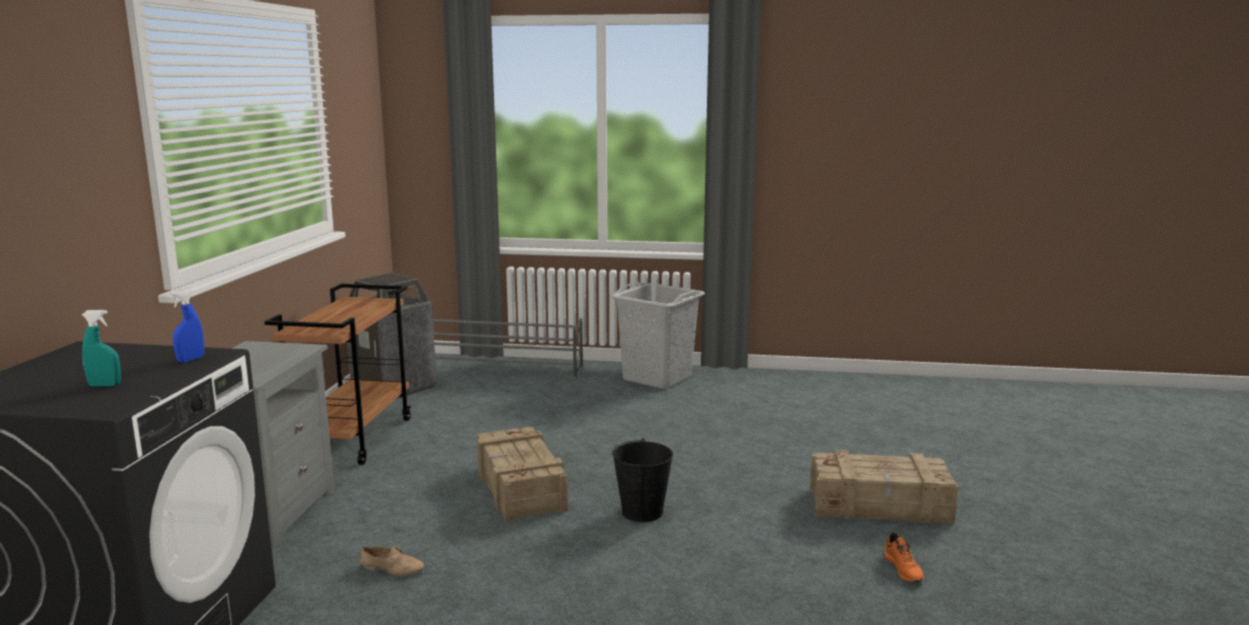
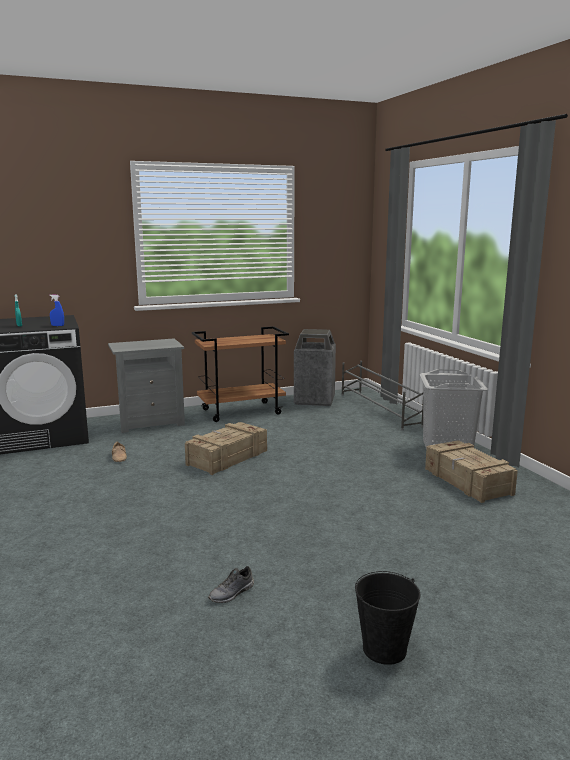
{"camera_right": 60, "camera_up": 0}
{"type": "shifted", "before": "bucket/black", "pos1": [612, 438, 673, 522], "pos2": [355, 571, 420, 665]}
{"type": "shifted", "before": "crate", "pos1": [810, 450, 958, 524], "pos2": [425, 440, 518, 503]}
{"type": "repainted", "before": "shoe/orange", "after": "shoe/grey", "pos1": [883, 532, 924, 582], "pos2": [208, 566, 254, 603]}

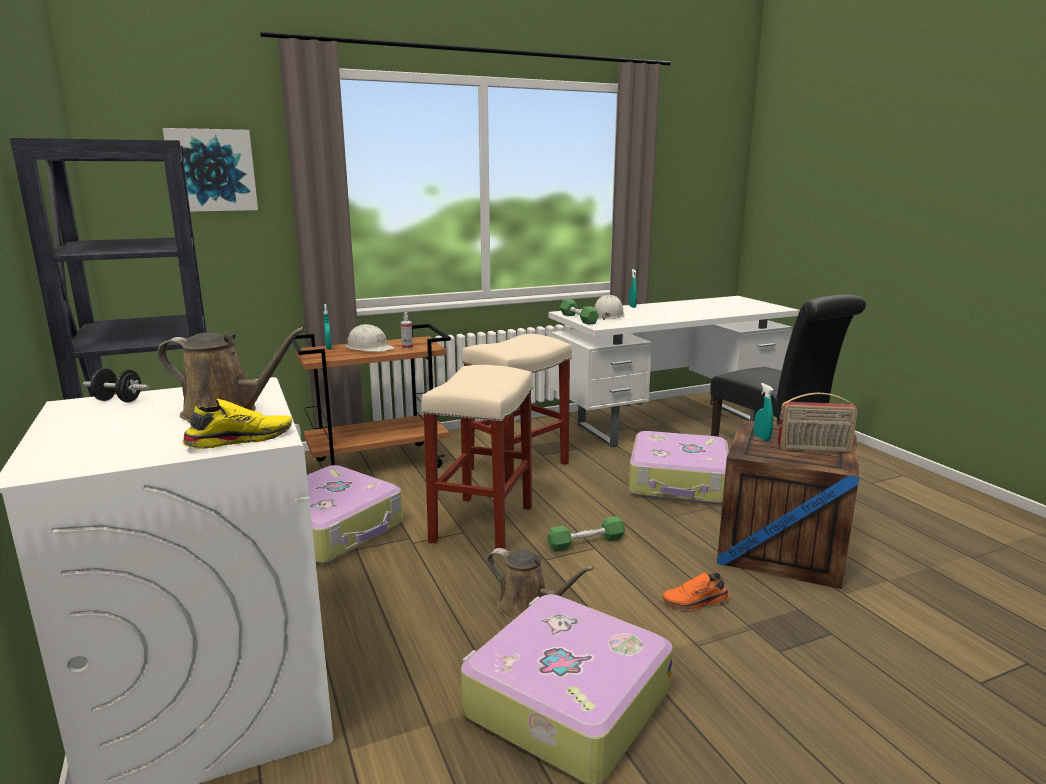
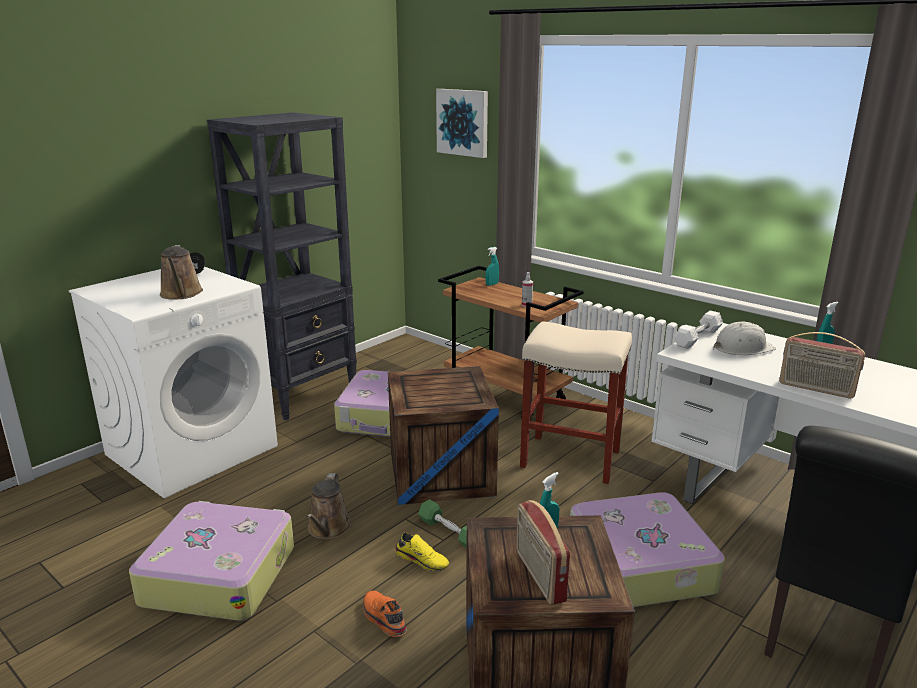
{"camera_right": 65, "camera_up": 5}
{"type": "repainted", "before": "dumbbell/green", "after": "dumbbell/white", "pos1": [560, 299, 599, 325], "pos2": [674, 311, 723, 349]}
{"type": "gone", "before": "hard hat/white", "pos1": [346, 324, 395, 352]}
{"type": "swapped", "before": "stool/beige", "after": "crate", "pos1": [421, 365, 533, 549], "pos2": [388, 366, 499, 505]}
{"type": "shifted", "before": "shoe/yellow", "pos1": [182, 399, 292, 449], "pos2": [395, 533, 449, 572]}
{"type": "new", "after": "radio", "pos2": [779, 332, 865, 399]}

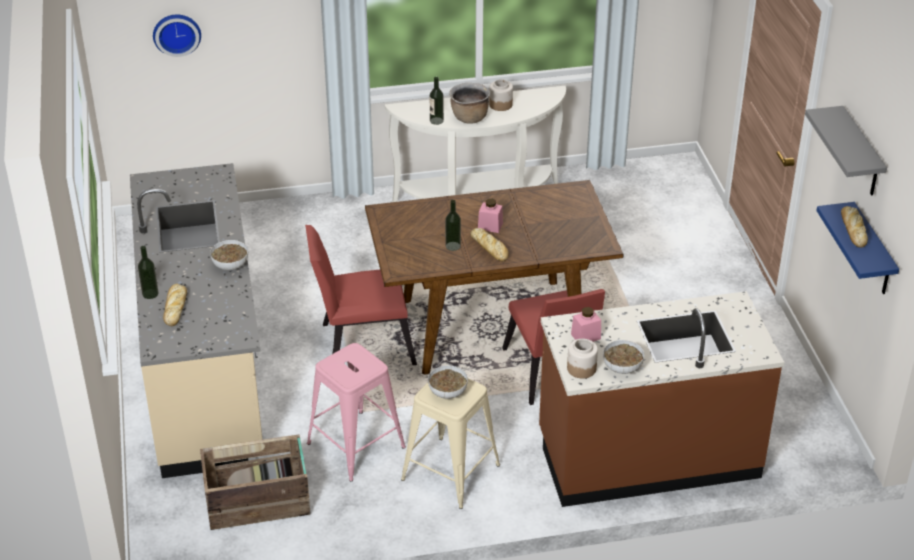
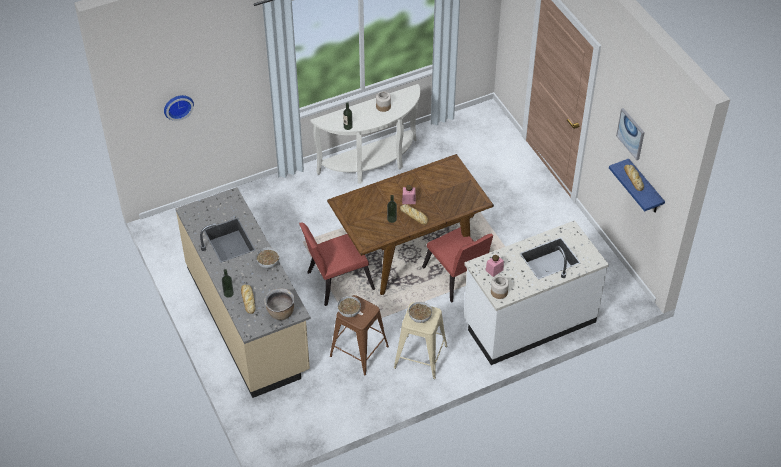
{"camera_right": -15, "camera_up": 10}
{"type": "shifted", "before": "cooking pot/brown", "pos1": [449, 83, 490, 124], "pos2": [264, 288, 294, 320]}
{"type": "swapped", "before": "shelf/grey", "after": "picture", "pos1": [805, 106, 887, 195], "pos2": [616, 108, 645, 160]}
{"type": "repainted", "before": "counter/brown", "after": "counter/white", "pos1": [539, 291, 784, 507], "pos2": [464, 220, 609, 365]}
{"type": "shifted", "before": "bowl", "pos1": [603, 340, 644, 374], "pos2": [338, 296, 361, 317]}
{"type": "repainted", "before": "stool/pink", "after": "stool/brown", "pos1": [307, 343, 406, 481], "pos2": [330, 295, 389, 376]}
{"type": "gone", "before": "crate", "pos1": [200, 434, 311, 530]}

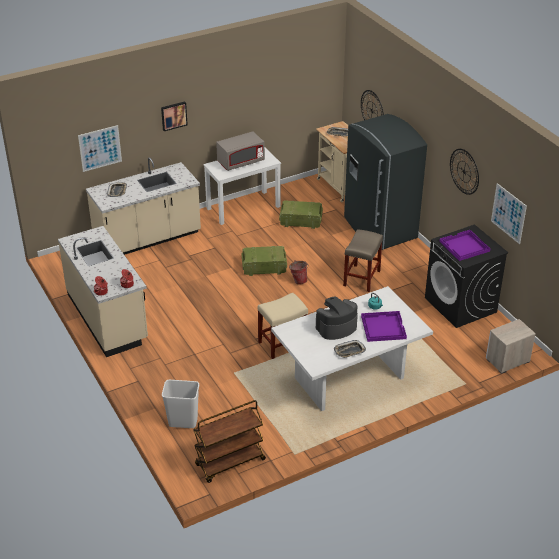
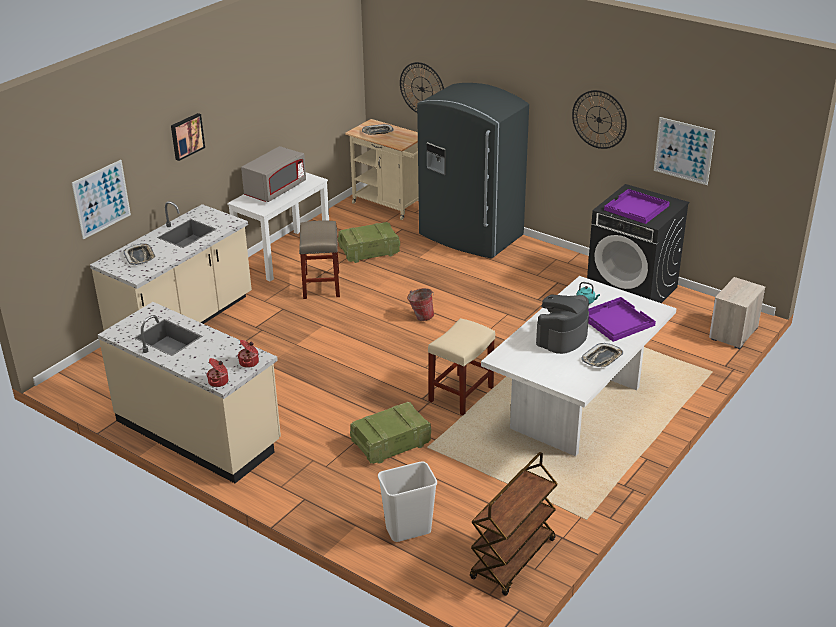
{"camera_right": -25, "camera_up": -5}
{"type": "shifted", "before": "stool/beige", "pos1": [343, 229, 383, 292], "pos2": [299, 220, 340, 299]}
{"type": "shifted", "before": "crate", "pos1": [242, 246, 287, 276], "pos2": [350, 402, 431, 464]}

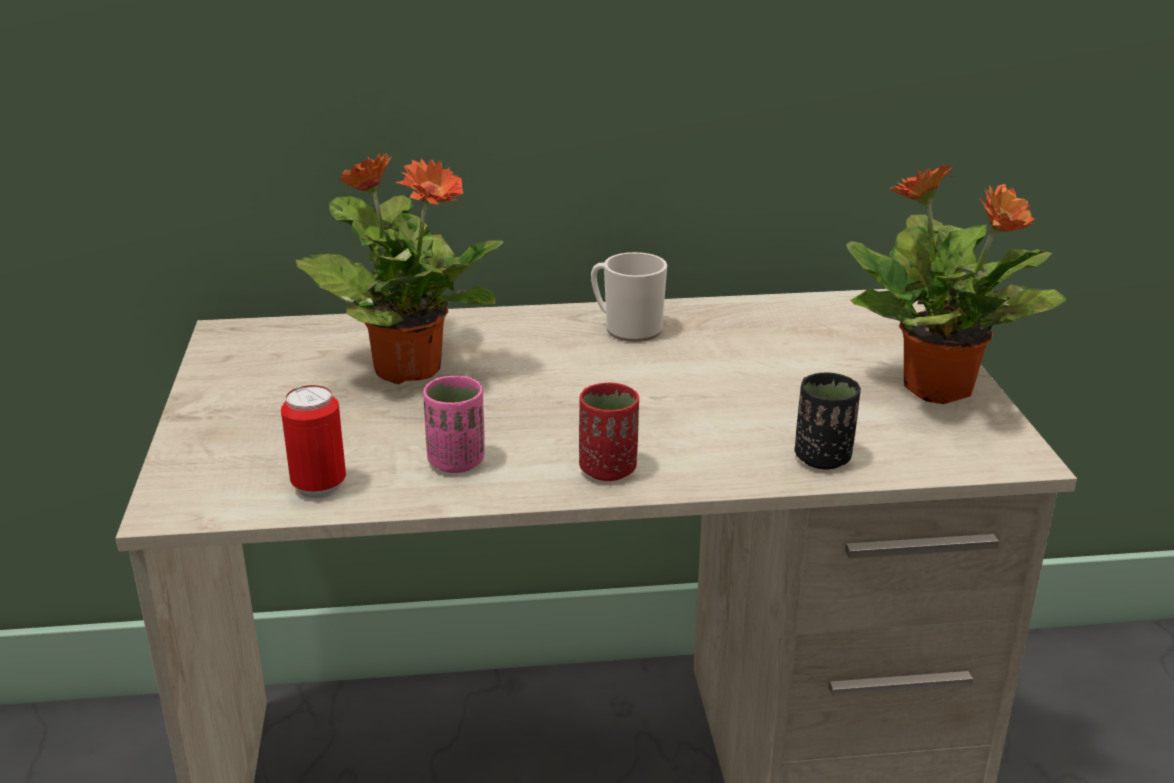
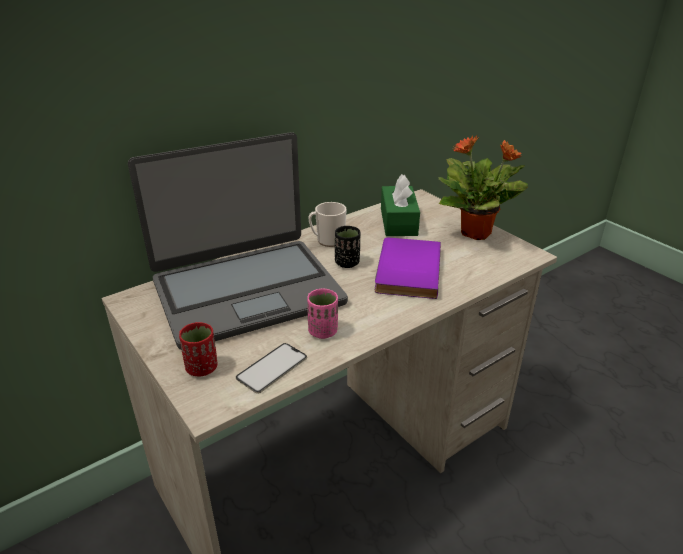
{"camera_right": -30, "camera_up": 5}
{"type": "swapped", "before": "potted plant", "after": "laptop", "pos1": [295, 153, 504, 384], "pos2": [128, 132, 348, 349]}
{"type": "shifted", "before": "cup/black", "pos1": [794, 372, 861, 470], "pos2": [335, 226, 361, 268]}
{"type": "shifted", "before": "cup/red", "pos1": [579, 382, 639, 481], "pos2": [179, 322, 217, 376]}
{"type": "swapped", "before": "can", "after": "phone", "pos1": [281, 385, 346, 498], "pos2": [236, 343, 307, 394]}
{"type": "new", "after": "tissue box/green", "pos2": [381, 174, 420, 236]}
{"type": "new", "after": "book/purple", "pos2": [375, 238, 441, 299]}

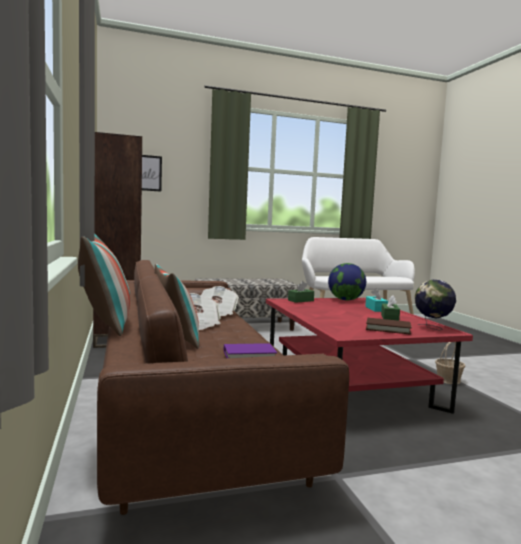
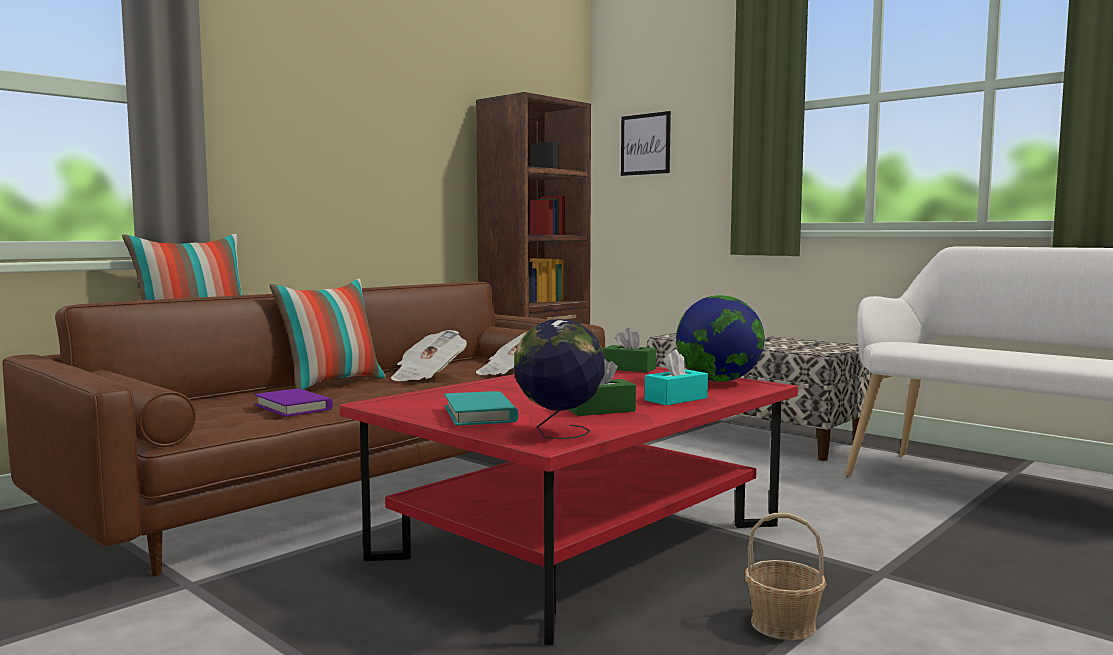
{"camera_right": 60, "camera_up": 0}
{"type": "repainted", "before": "book/brown", "after": "book/turquoise", "pos1": [366, 318, 412, 335], "pos2": [444, 391, 518, 426]}

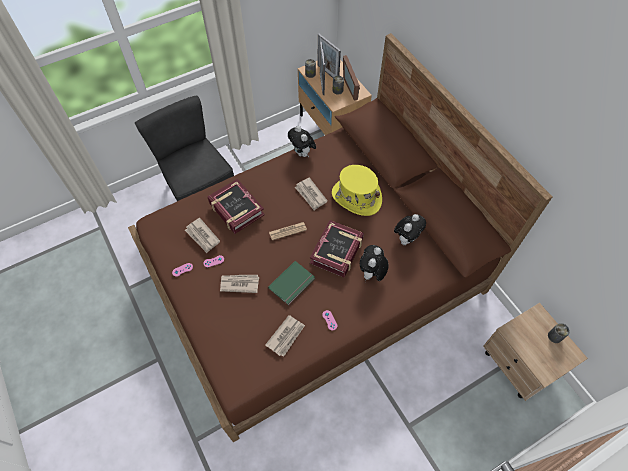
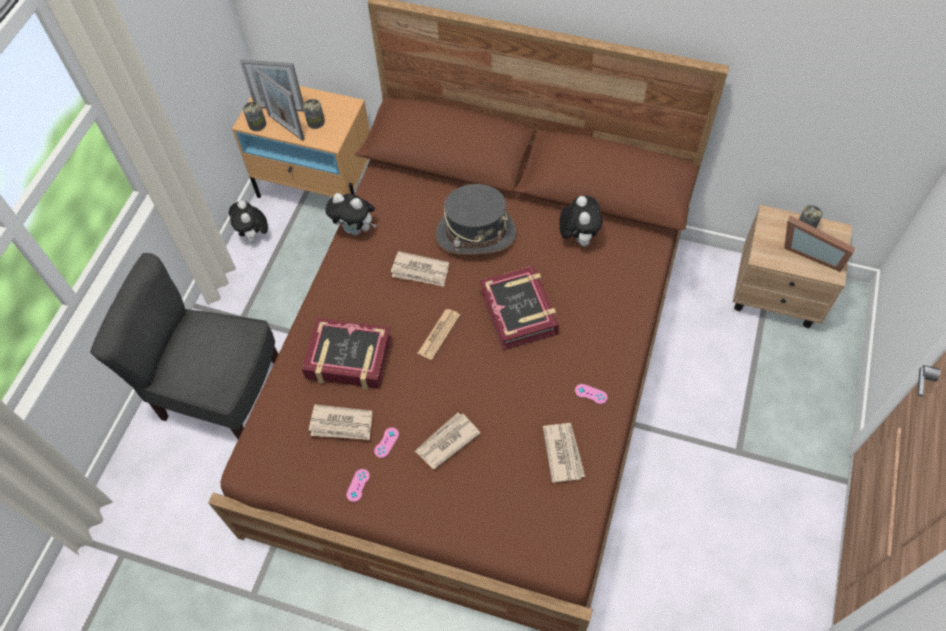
{"camera_right": -40, "camera_up": 0}
{"type": "shifted", "before": "picture frame", "pos1": [343, 55, 360, 101], "pos2": [784, 215, 855, 272]}
{"type": "repainted", "before": "hat/yellow", "after": "hat/grey", "pos1": [332, 165, 382, 216], "pos2": [435, 184, 517, 255]}
{"type": "shifted", "before": "plush toy", "pos1": [360, 245, 389, 282], "pos2": [229, 200, 268, 242]}
{"type": "gone", "before": "book/green", "pos1": [268, 261, 315, 305]}

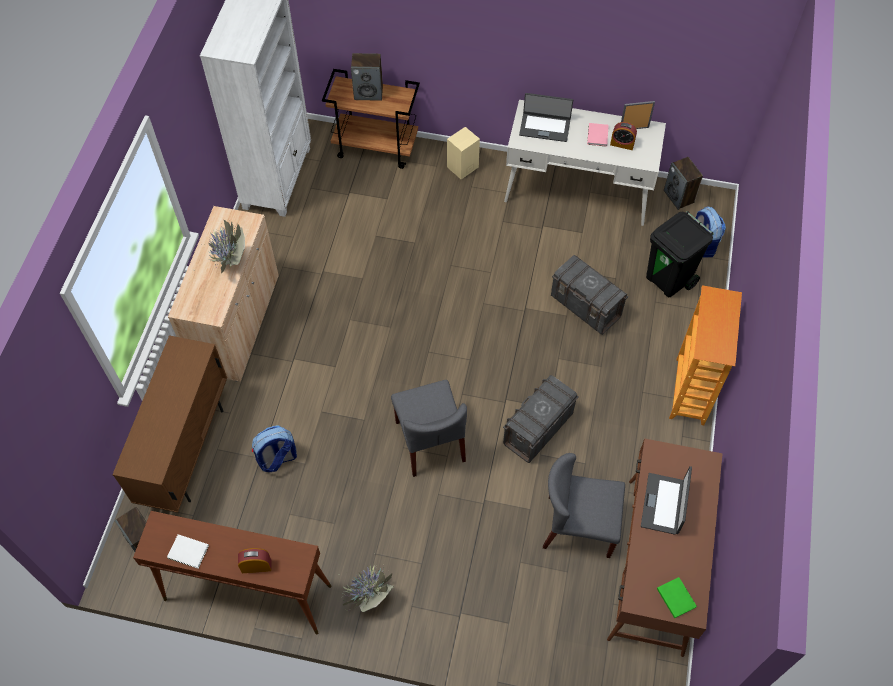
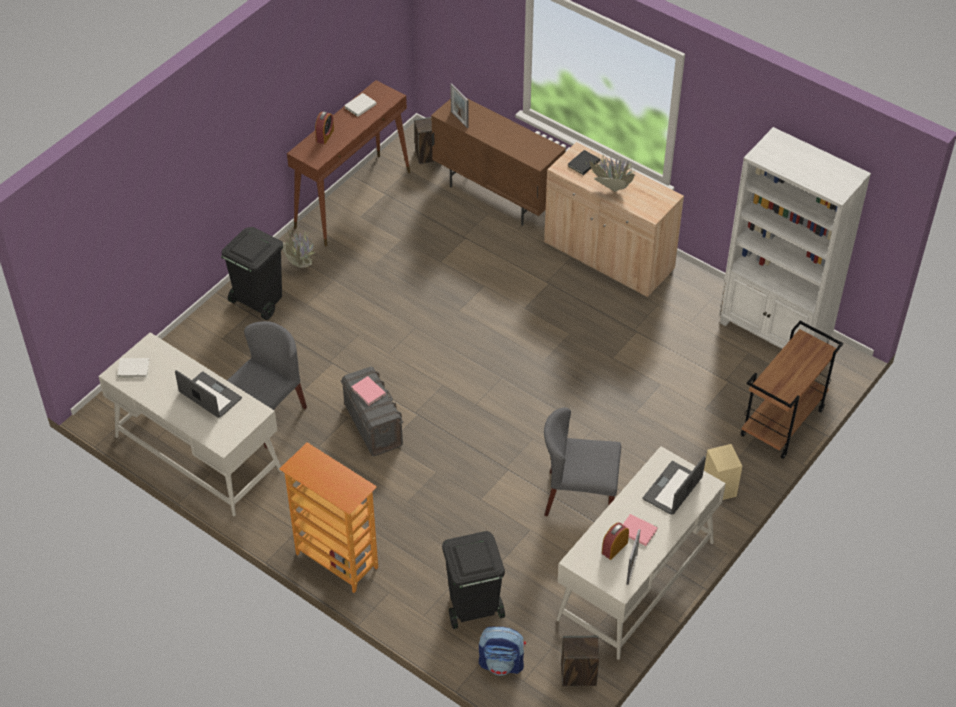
{"camera_right": 115, "camera_up": -10}
{"type": "gone", "before": "speaker", "pos1": [351, 53, 383, 101]}
{"type": "gone", "before": "storage box/grey", "pos1": [551, 255, 628, 335]}
{"type": "shifted", "before": "chair/grey", "pos1": [391, 380, 467, 477], "pos2": [544, 408, 621, 516]}
{"type": "gone", "before": "backpack", "pos1": [252, 425, 297, 472]}
{"type": "repainted", "before": "desk/brown", "after": "desk/white", "pos1": [607, 438, 723, 657], "pos2": [98, 332, 282, 517]}
{"type": "repainted", "before": "book/green", "after": "book/white", "pos1": [657, 577, 697, 619], "pos2": [117, 358, 150, 378]}
{"type": "new", "after": "picture frame", "pos2": [450, 83, 469, 128]}
{"type": "new", "after": "book/black", "pos2": [568, 150, 600, 175]}
{"type": "new", "after": "trash can/black", "pos2": [221, 227, 283, 320]}
{"type": "new", "after": "book/pink", "pos2": [351, 376, 386, 405]}

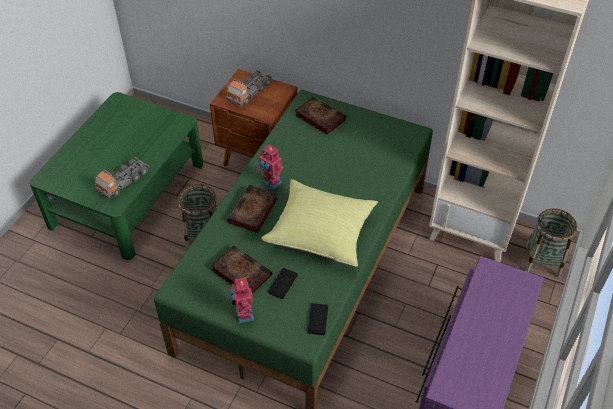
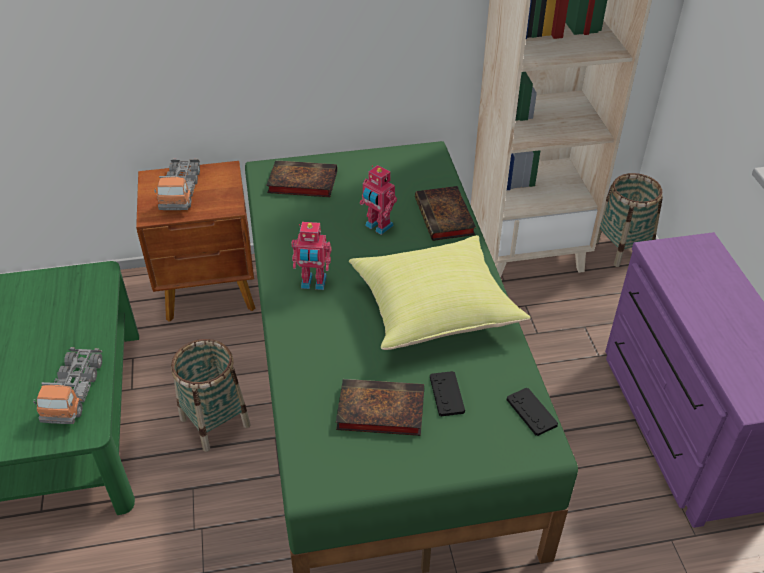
{"camera_right": -35, "camera_up": -5}
{"type": "shifted", "before": "book", "pos1": [228, 185, 278, 233], "pos2": [415, 186, 476, 241]}
{"type": "shifted", "before": "toy robot", "pos1": [229, 276, 254, 324], "pos2": [360, 165, 397, 235]}

